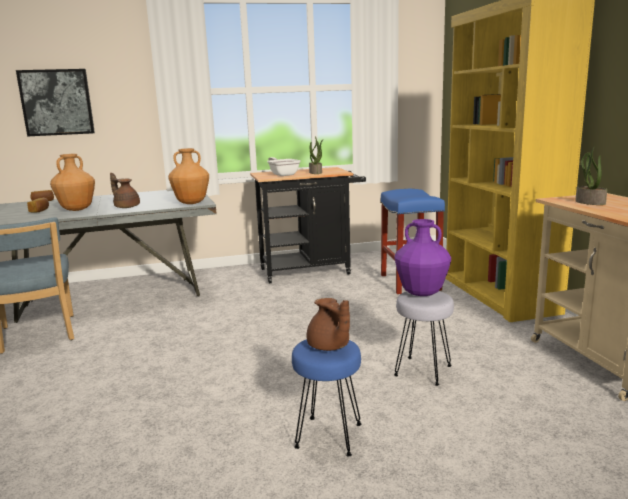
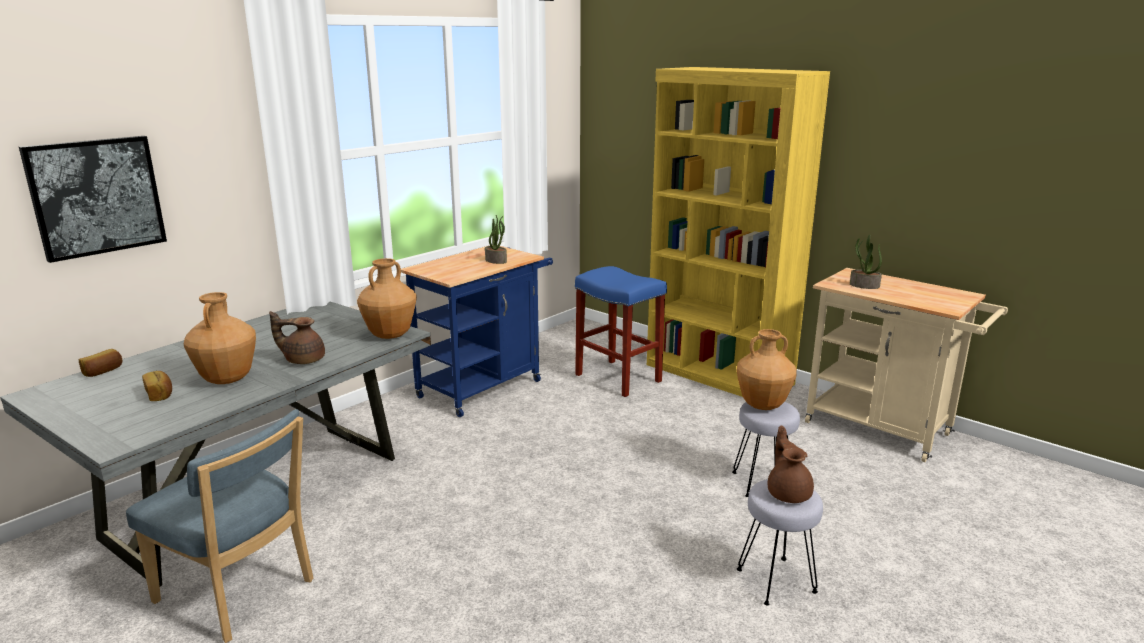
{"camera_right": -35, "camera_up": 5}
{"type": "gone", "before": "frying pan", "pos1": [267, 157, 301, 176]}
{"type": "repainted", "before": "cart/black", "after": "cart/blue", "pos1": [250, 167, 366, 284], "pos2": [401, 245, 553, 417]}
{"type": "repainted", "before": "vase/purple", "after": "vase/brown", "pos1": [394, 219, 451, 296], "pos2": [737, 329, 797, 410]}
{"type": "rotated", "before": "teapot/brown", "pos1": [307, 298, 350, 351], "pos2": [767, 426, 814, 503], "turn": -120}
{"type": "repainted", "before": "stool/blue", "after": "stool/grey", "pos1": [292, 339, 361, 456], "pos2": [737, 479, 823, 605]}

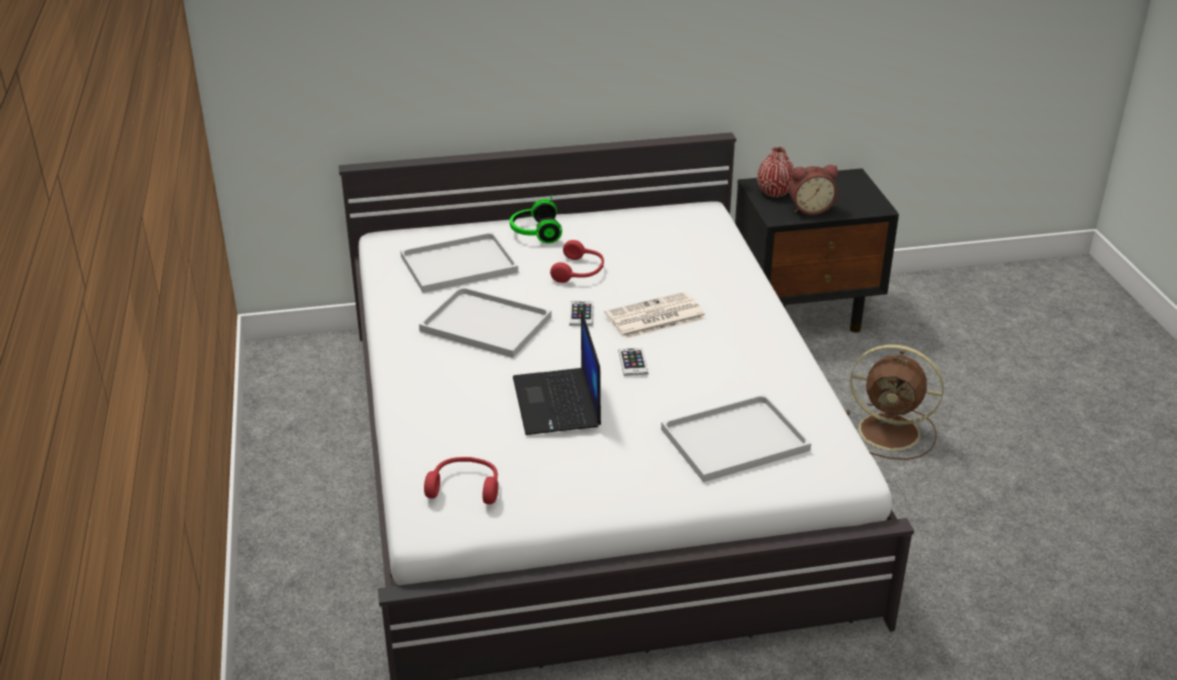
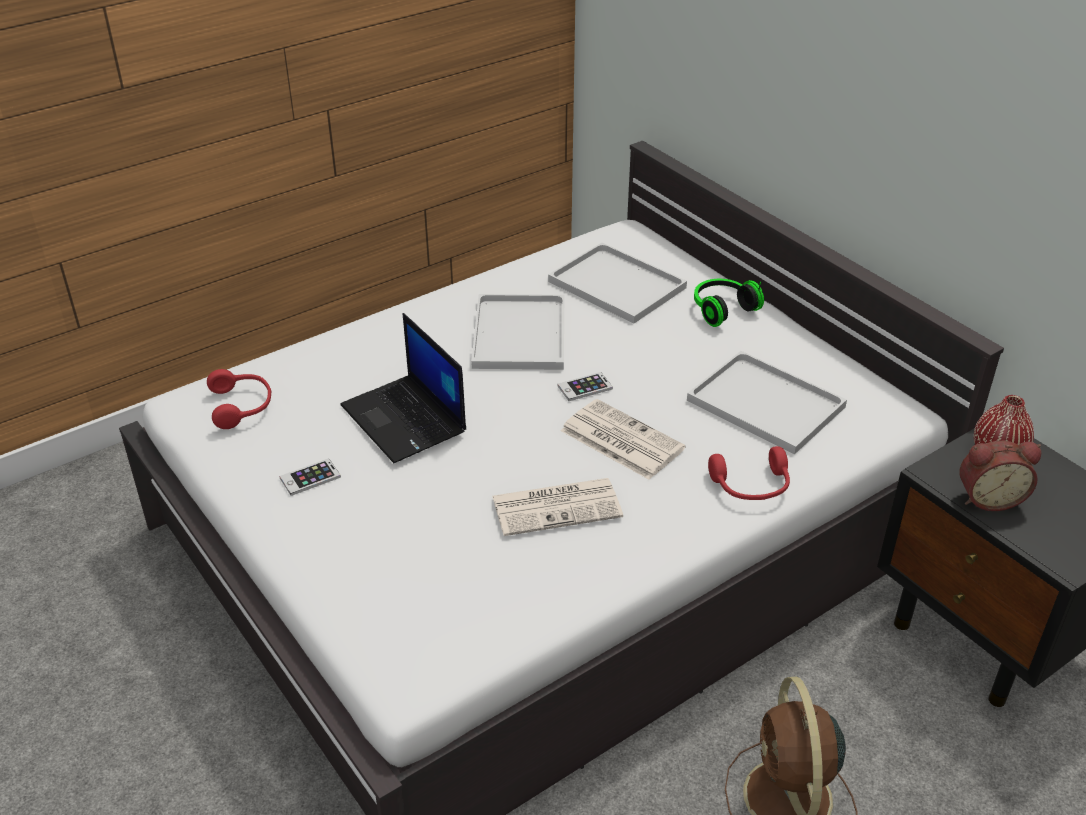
{"camera_right": 65, "camera_up": 5}
{"type": "rotated", "before": "alarm clock", "pos1": [789, 165, 838, 215], "pos2": [959, 441, 1041, 511], "turn": -60}
{"type": "shifted", "before": "headphones/red", "pos1": [550, 240, 604, 283], "pos2": [708, 446, 790, 500]}
{"type": "rotated", "before": "laptop", "pos1": [513, 310, 601, 435], "pos2": [340, 313, 466, 463], "turn": -90}
{"type": "shifted", "before": "phone", "pos1": [619, 348, 648, 376], "pos2": [279, 458, 341, 496]}
{"type": "shifted", "before": "tray/white", "pos1": [661, 394, 811, 482], "pos2": [687, 351, 847, 455]}
{"type": "new", "after": "newspaper", "pos2": [492, 478, 623, 536]}

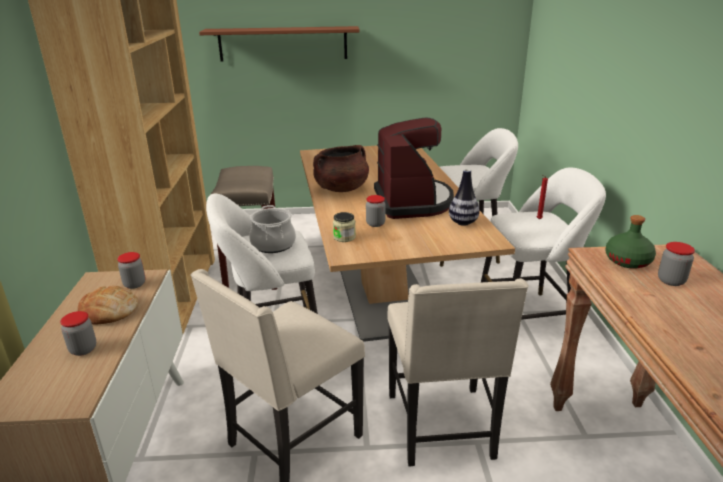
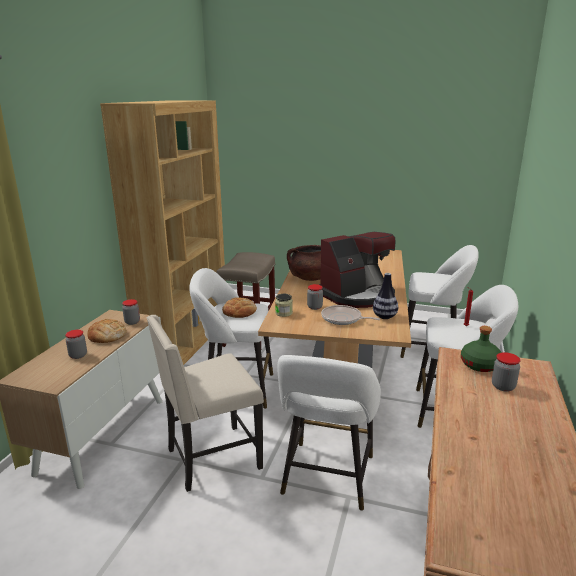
{"camera_right": 20, "camera_up": -5}
{"type": "gone", "before": "shelf/brown", "pos1": [199, 26, 360, 62]}
{"type": "rotated", "before": "coffee machine", "pos1": [374, 117, 454, 219], "pos2": [319, 232, 396, 308], "turn": 45}
{"type": "swapped", "before": "cooking pot", "after": "bread", "pos1": [249, 205, 296, 253], "pos2": [222, 297, 257, 318]}
{"type": "swapped", "before": "chair/beige", "after": "stool/white", "pos1": [388, 279, 528, 466], "pos2": [277, 355, 381, 511]}
{"type": "new", "after": "frying pan", "pos2": [321, 305, 380, 325]}

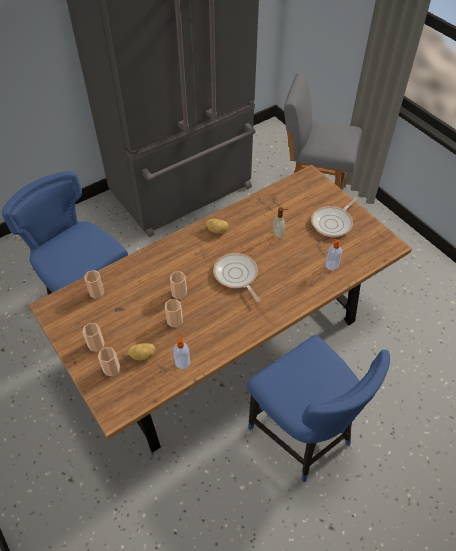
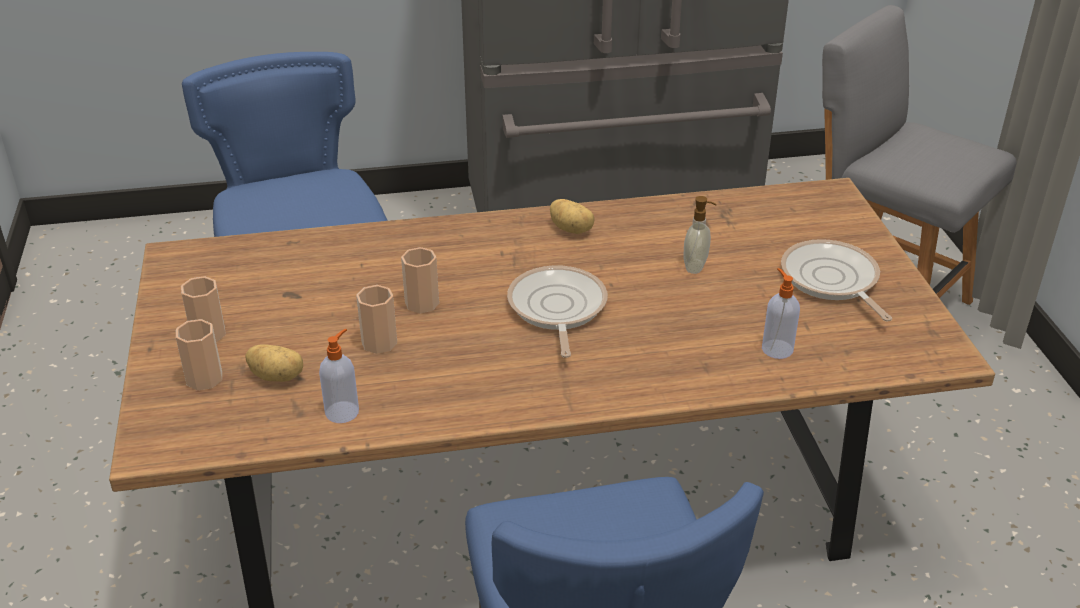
{"camera_right": 25, "camera_up": -15}
{"type": "rotated", "before": "frying pan", "pos1": [311, 198, 358, 237], "pos2": [781, 239, 892, 321], "turn": 90}
{"type": "gone", "before": "cup", "pos1": [84, 270, 105, 299]}

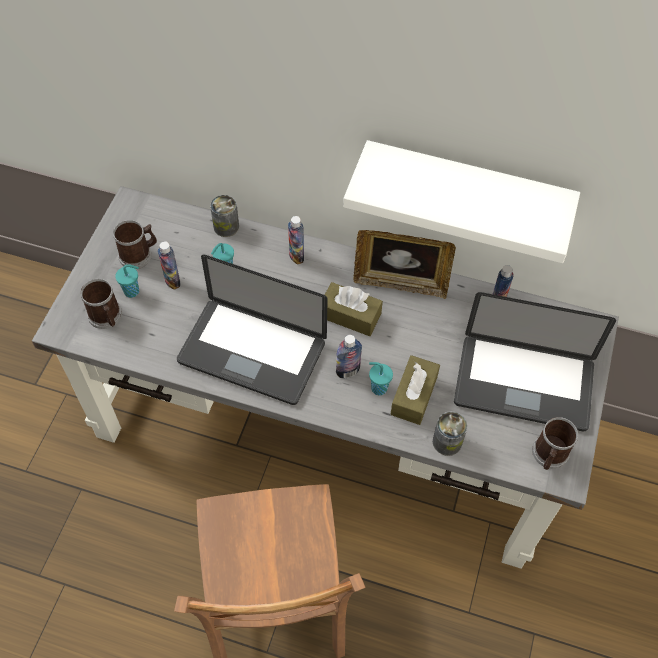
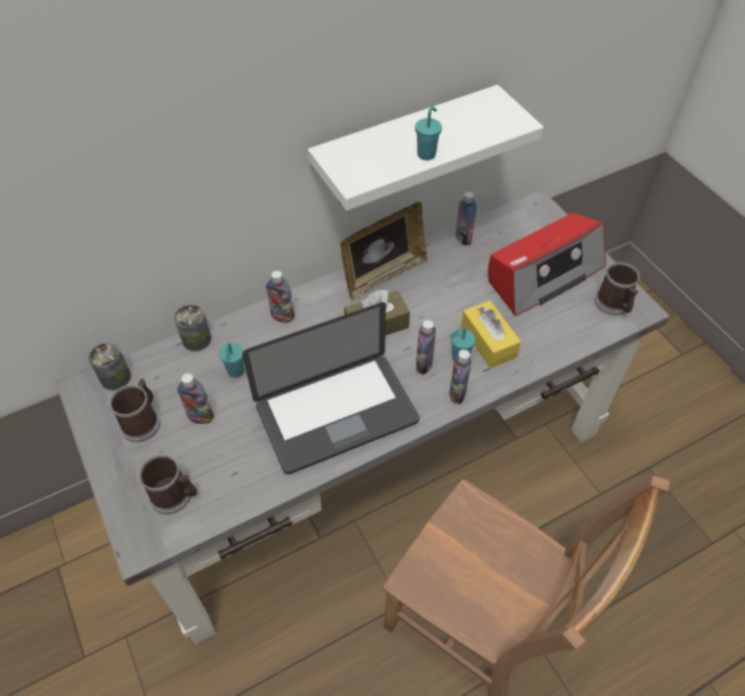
{"camera_right": -45, "camera_up": -5}
{"type": "shifted", "before": "cup/turquoise", "pos1": [115, 264, 139, 298], "pos2": [415, 106, 442, 160]}
{"type": "swapped", "before": "laptop", "after": "radio", "pos1": [454, 292, 616, 431], "pos2": [488, 213, 606, 316]}
{"type": "repainted", "before": "tissue box/brown", "after": "tissue box/yellow", "pos1": [390, 355, 440, 425], "pos2": [461, 300, 521, 368]}
{"type": "shifted", "before": "can", "pos1": [433, 411, 468, 456], "pos2": [88, 342, 131, 391]}
{"type": "new", "after": "bottle", "pos2": [449, 350, 471, 404]}

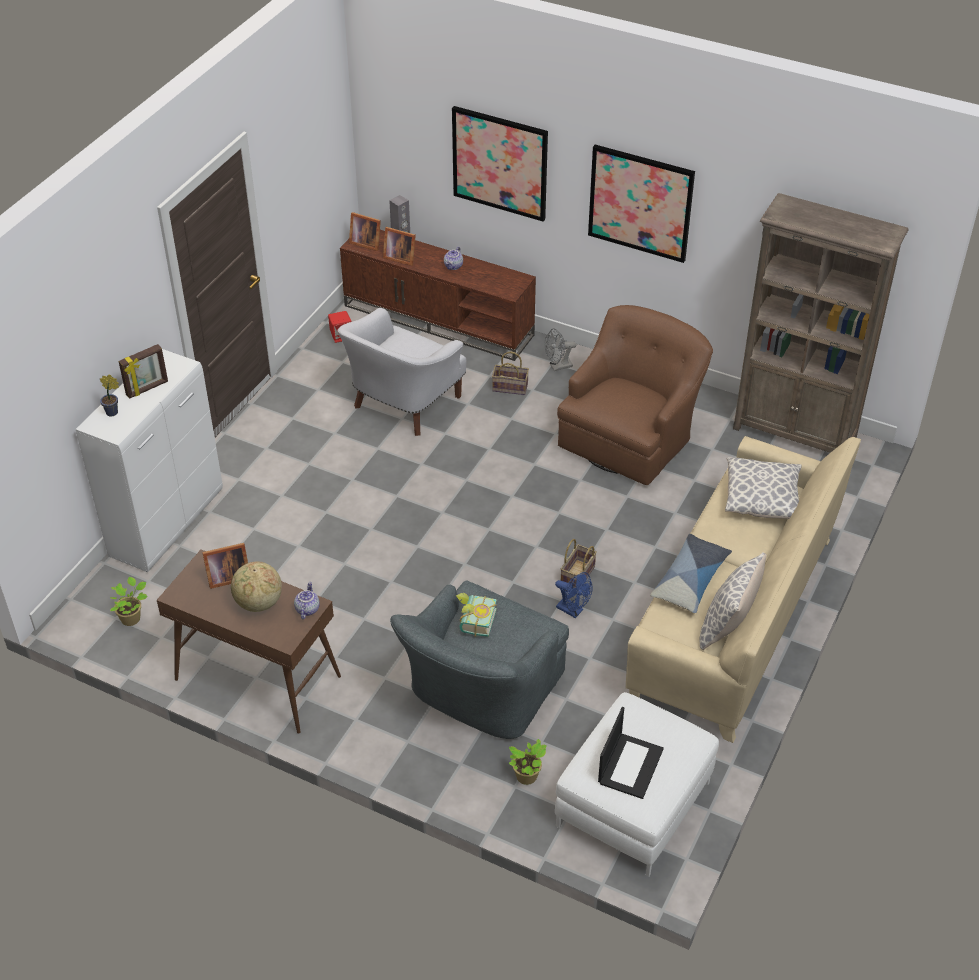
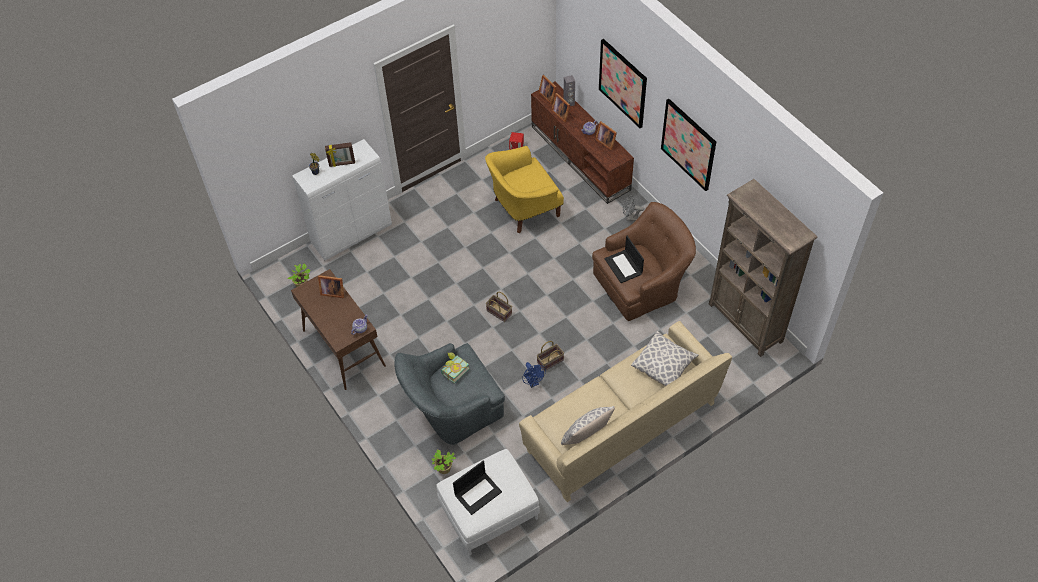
{"camera_right": 30, "camera_up": 10}
{"type": "repainted", "before": "armchair/white", "after": "armchair/yellow", "pos1": [338, 308, 467, 436], "pos2": [485, 146, 564, 233]}
{"type": "shifted", "before": "basket", "pos1": [492, 351, 529, 395], "pos2": [486, 292, 512, 322]}
{"type": "gone", "before": "pillow", "pos1": [650, 534, 732, 613]}
{"type": "gone", "before": "globe", "pos1": [231, 562, 282, 612]}
{"type": "new", "after": "picture frame", "pos2": [595, 121, 617, 150]}
{"type": "new", "after": "laptop", "pos2": [605, 236, 644, 283]}

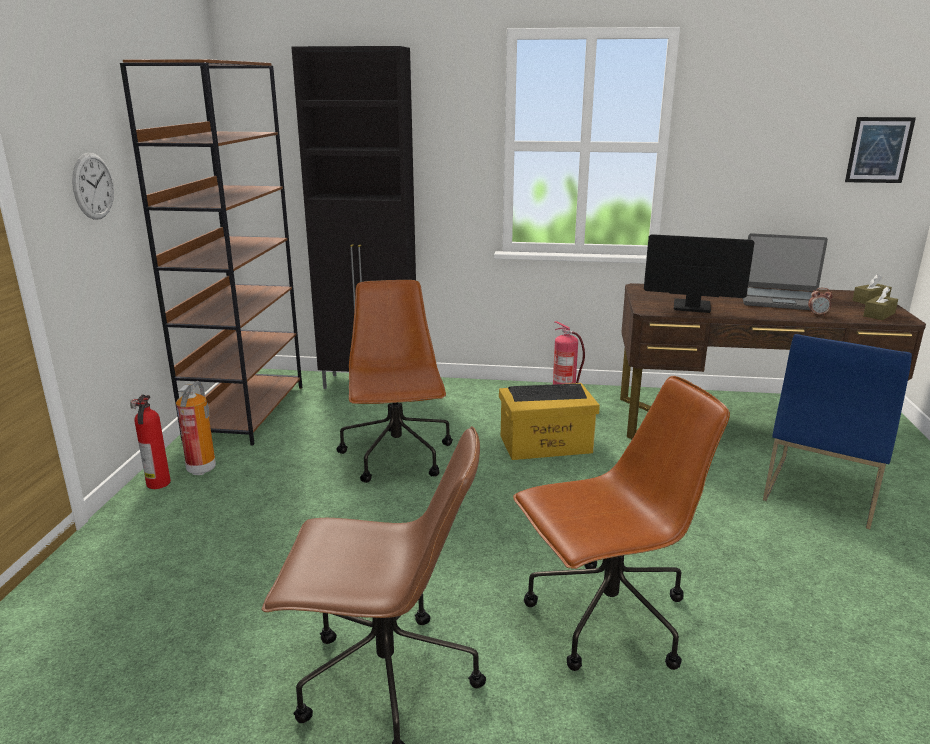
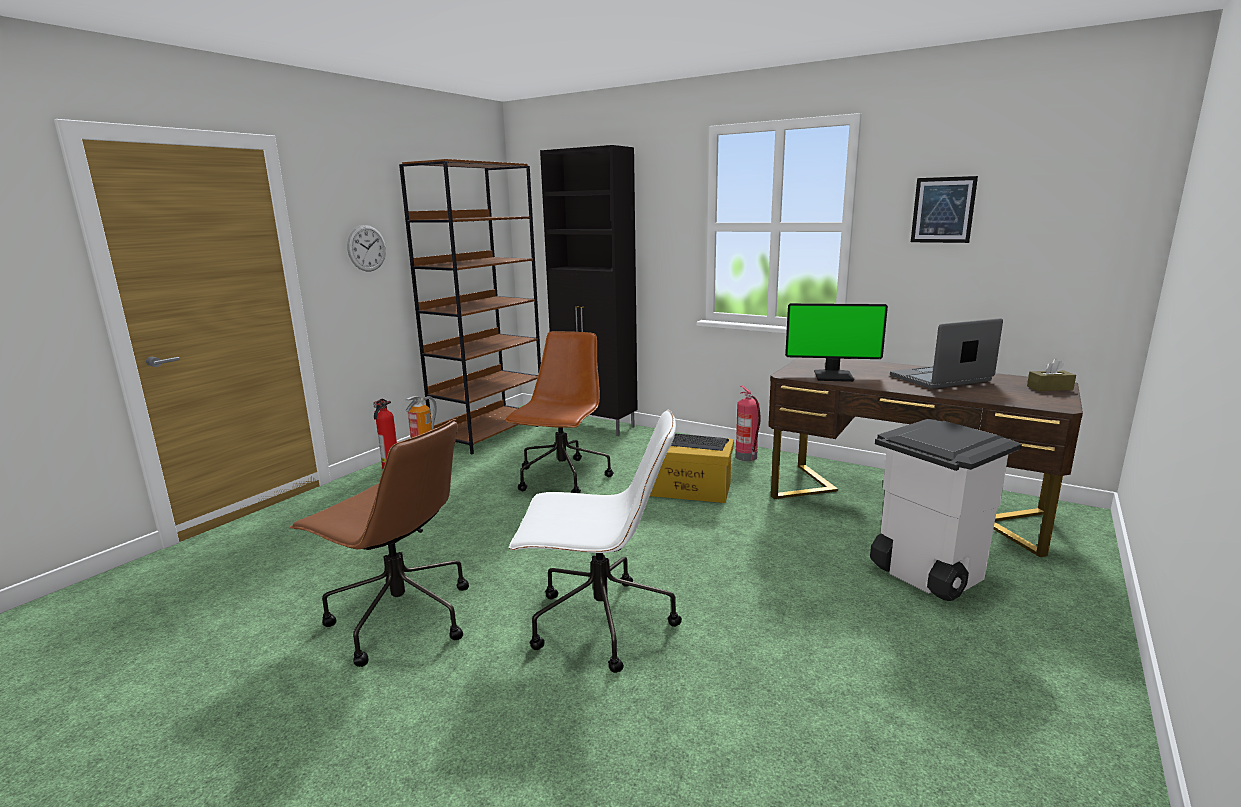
{"camera_right": 25, "camera_up": -5}
{"type": "shifted", "before": "picture", "pos1": [845, 117, 916, 183], "pos2": [911, 176, 978, 243]}
{"type": "rotated", "before": "laptop", "pos1": [743, 233, 828, 310], "pos2": [890, 318, 1003, 389], "turn": 120}
{"type": "rotated", "before": "monitor", "pos1": [644, 234, 755, 313], "pos2": [785, 303, 888, 382], "turn": 150}
{"type": "gone", "before": "tissue box/brown", "pos1": [863, 286, 898, 320]}
{"type": "gone", "before": "alarm clock", "pos1": [808, 288, 833, 316]}
{"type": "swapped", "before": "chair/blue", "after": "trash can/white", "pos1": [763, 334, 912, 529], "pos2": [870, 419, 1022, 601]}
{"type": "repainted", "before": "office chair/brown", "after": "office chair/white", "pos1": [513, 376, 730, 671], "pos2": [509, 409, 682, 673]}

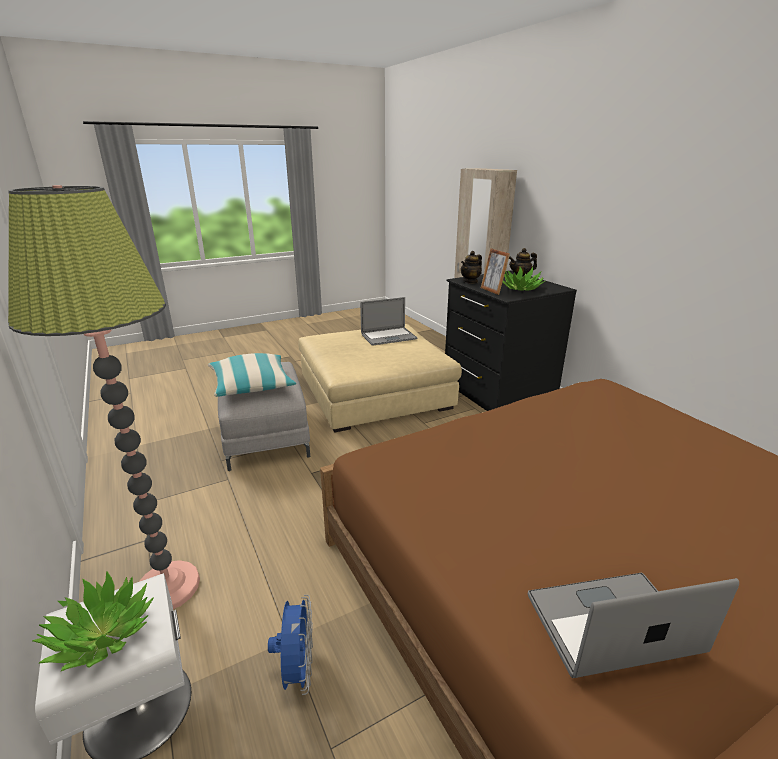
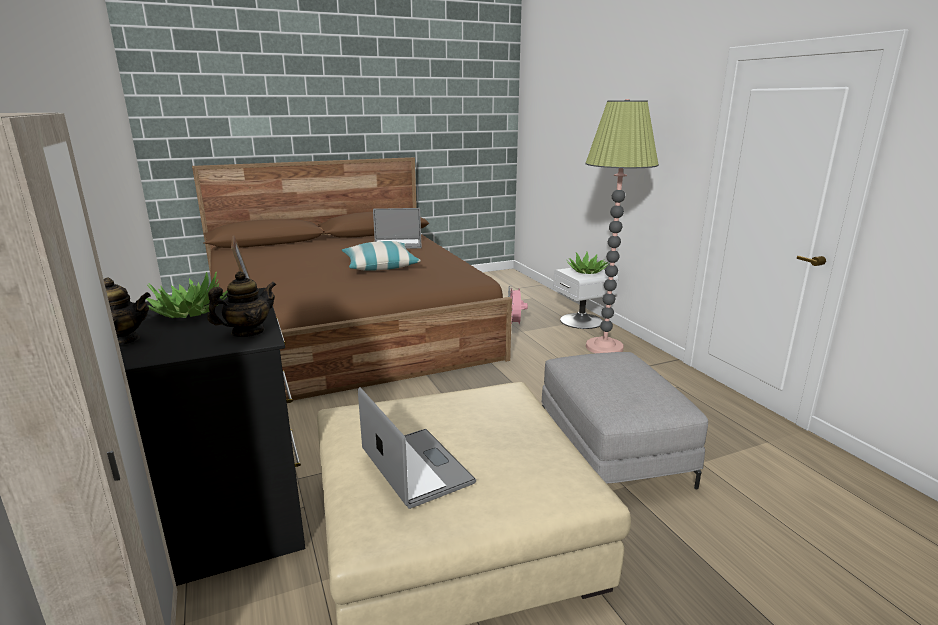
{"camera_right": -175, "camera_up": -5}
{"type": "rotated", "before": "laptop", "pos1": [360, 297, 417, 346], "pos2": [358, 387, 476, 509], "turn": 75}
{"type": "shifted", "before": "pillow", "pos1": [208, 353, 296, 397], "pos2": [342, 241, 421, 271]}
{"type": "repainted", "before": "fan/blue", "after": "fan/pink", "pos1": [268, 595, 313, 695], "pos2": [508, 286, 528, 327]}

